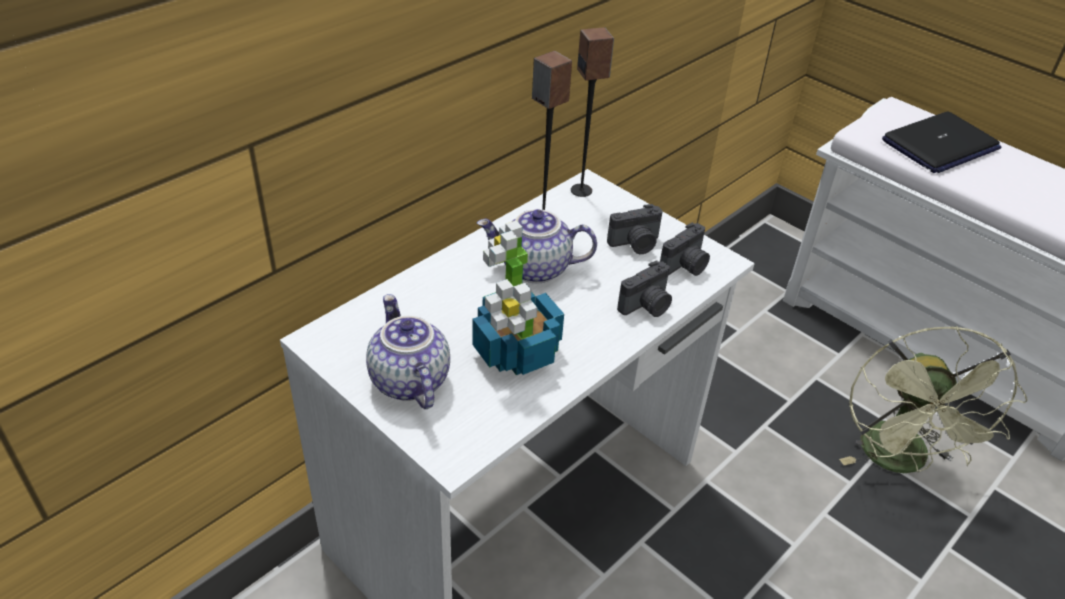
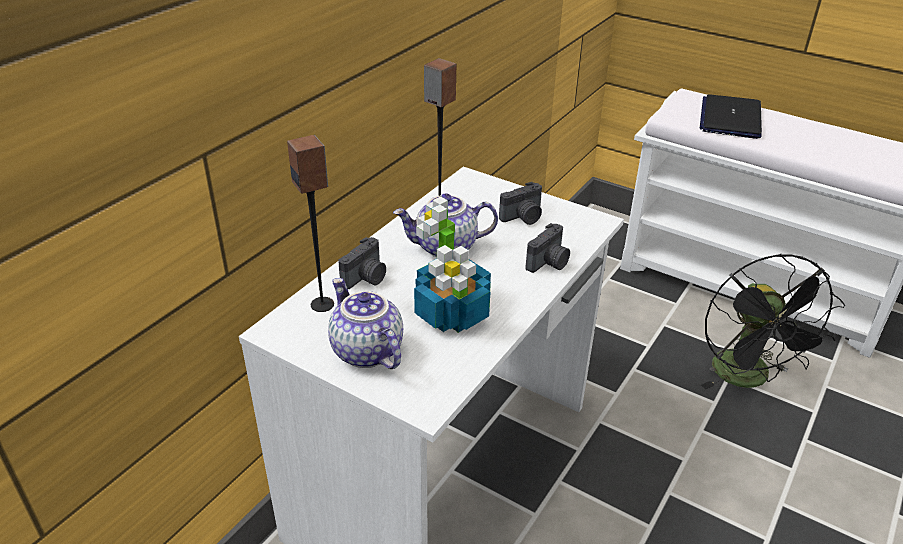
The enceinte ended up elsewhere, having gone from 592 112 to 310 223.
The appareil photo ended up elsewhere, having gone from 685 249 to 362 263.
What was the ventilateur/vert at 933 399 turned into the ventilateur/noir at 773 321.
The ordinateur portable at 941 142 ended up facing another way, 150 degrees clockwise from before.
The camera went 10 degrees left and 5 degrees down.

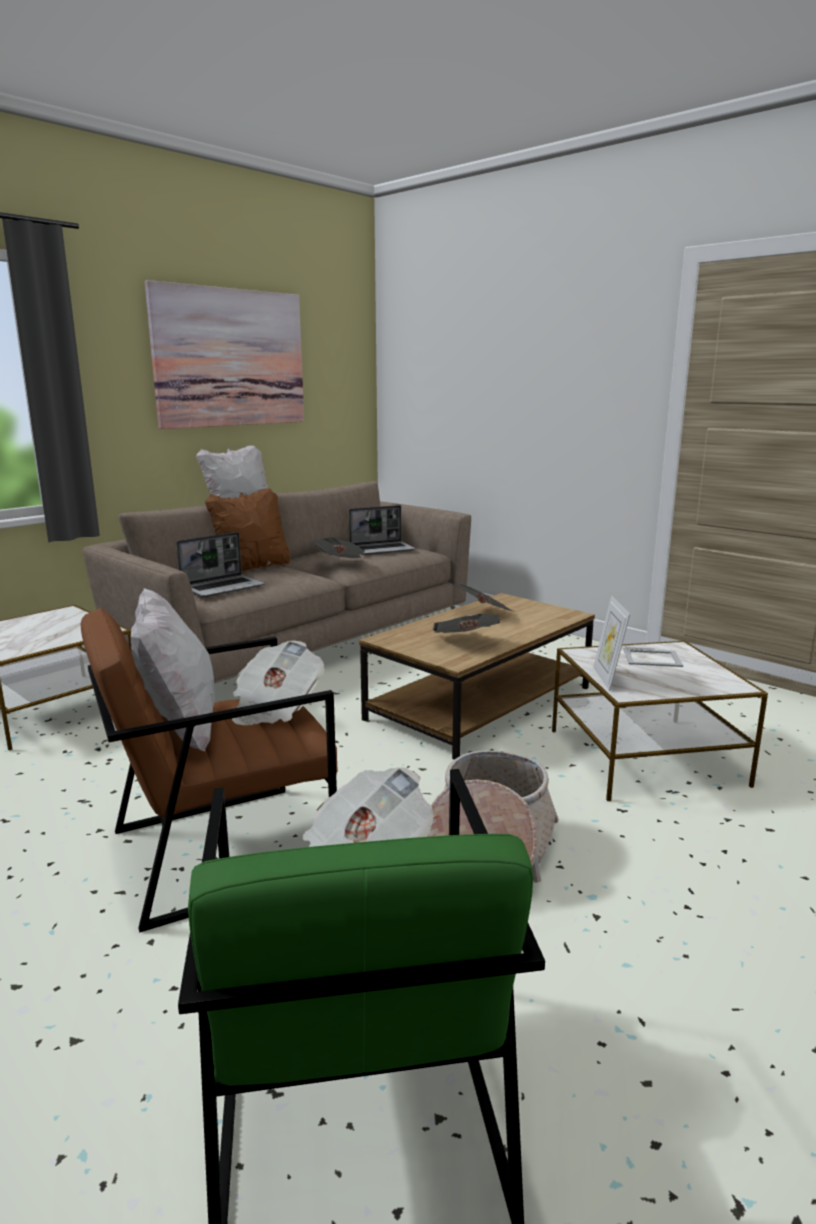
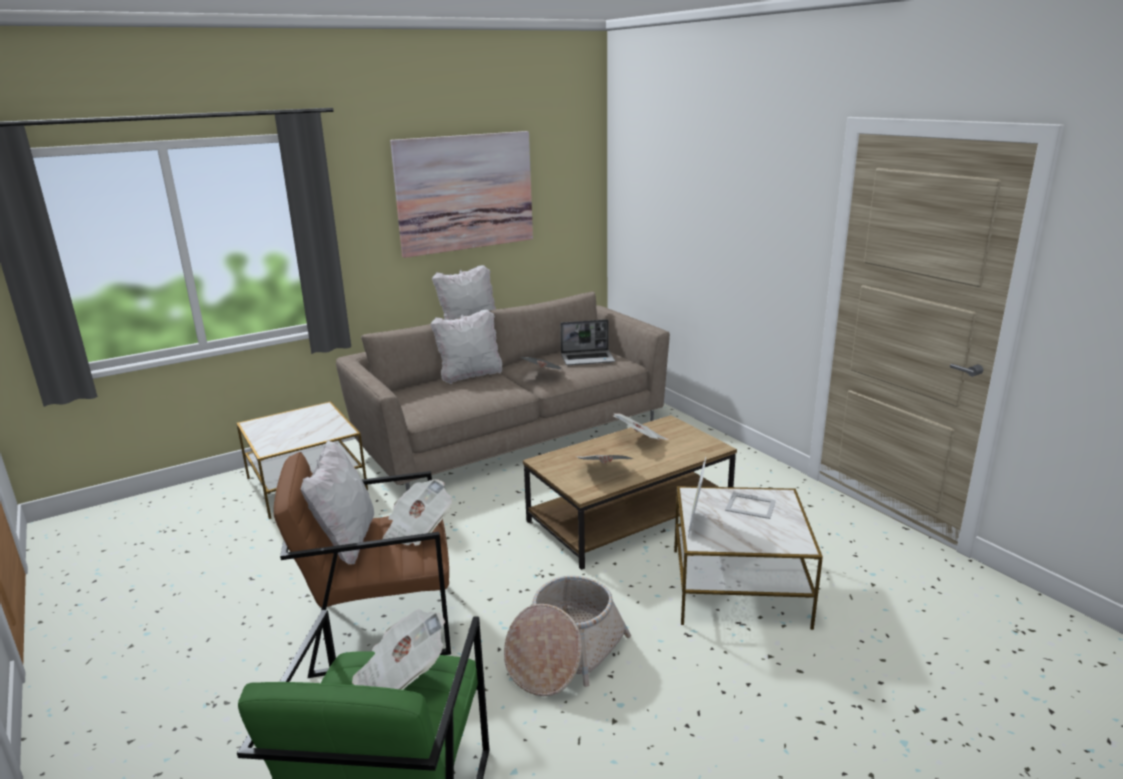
The second view lost the ordinateur portable at 220 564.
What was the coussin/marron at 247 530 turned into the coussin/blanc at 466 346.
The camera went 15 degrees right and 5 degrees up.

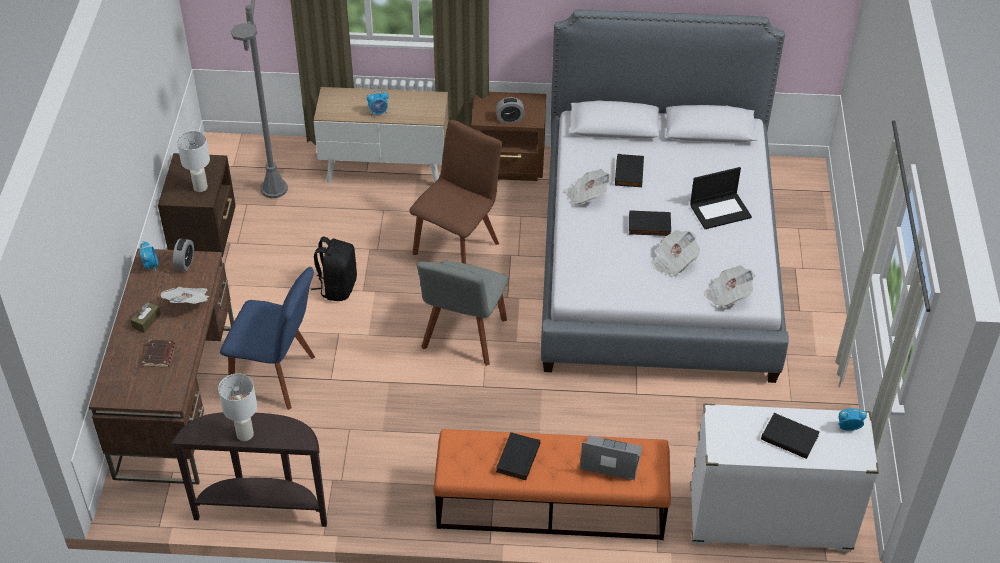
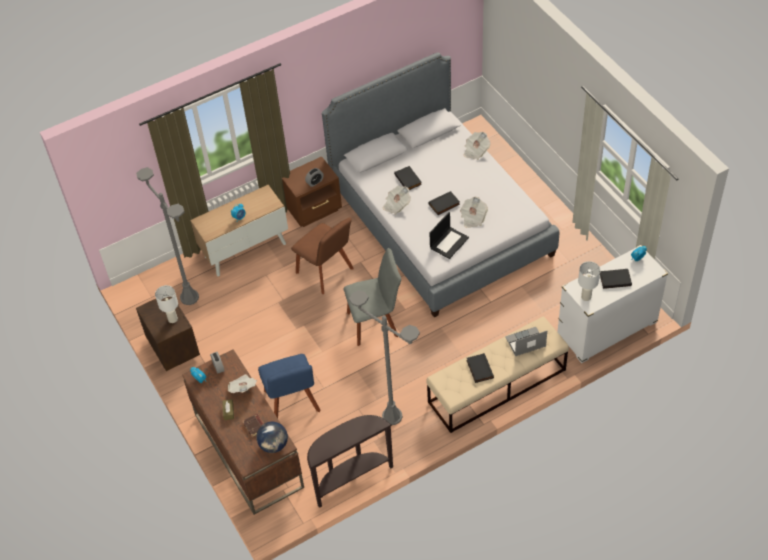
The lampe de table/blanc ended up elsewhere, having gone from 237 407 to 589 281.
The chaise/bleu at 267 338 ended up facing another way, 90 degrees clockwise from before.
The second view lost the sac à dos/noir at 334 269.
The chaise/marron at 456 192 ended up facing another way, 135 degrees clockwise from before.
The chaise/gris at 462 313 ended up facing another way, 90 degrees counterclockwise from before.
What was the banc/orange at 552 484 turned into the banc/beige at 497 374.
The ordinateur portable ended up elsewhere, having gone from 721 198 to 449 235.
The journal ended up elsewhere, having gone from 729 287 to 477 146.
The second view gained the globe at 272 437.
The second view gained the lampadaire/gris at 384 357.
The camera went 30 degrees left and 5 degrees up.

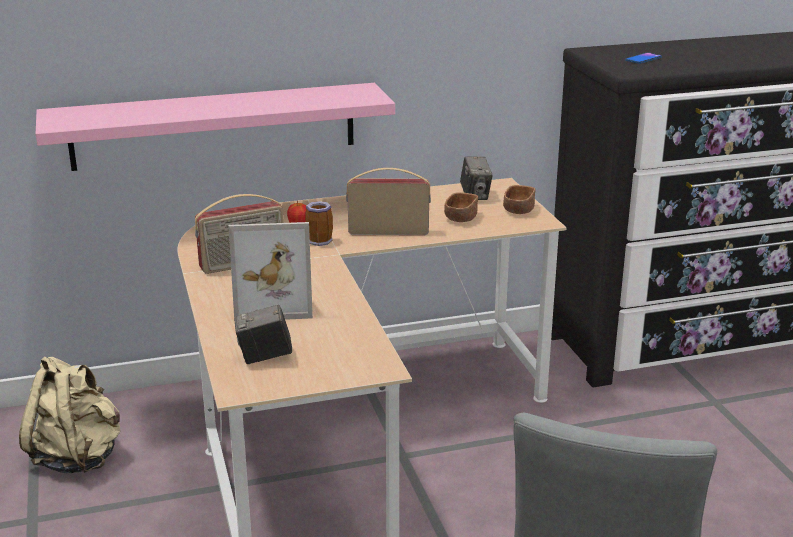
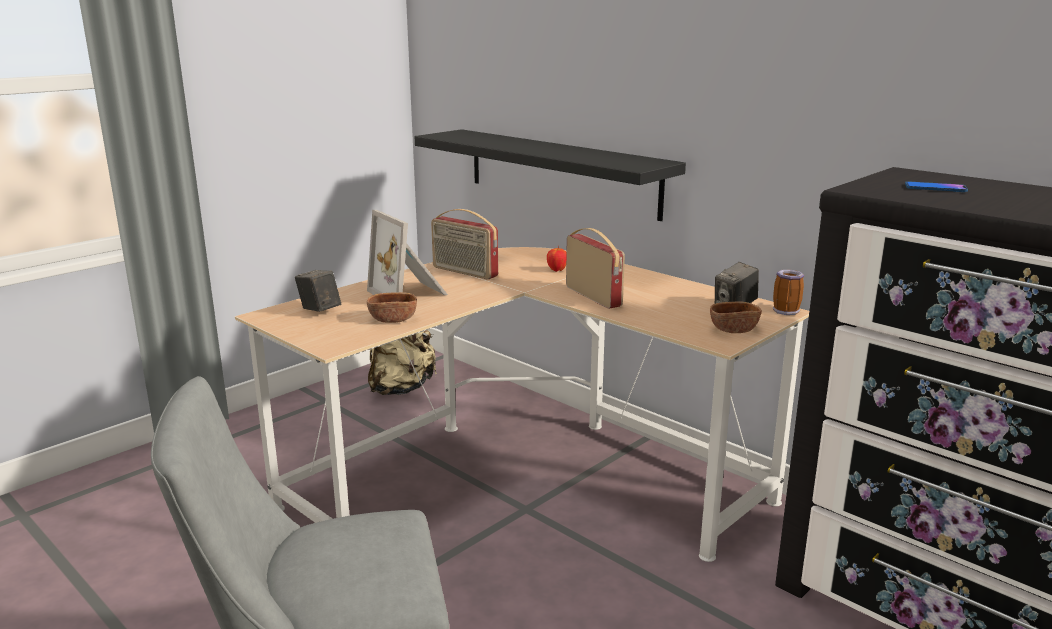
What was the étagère/rose at 215 127 turned into the étagère/noir at 550 175.
The mug ended up elsewhere, having gone from 319 223 to 788 292.
The bol/marron ended up elsewhere, having gone from 461 207 to 392 307.
The camera went 60 degrees right and 5 degrees down.

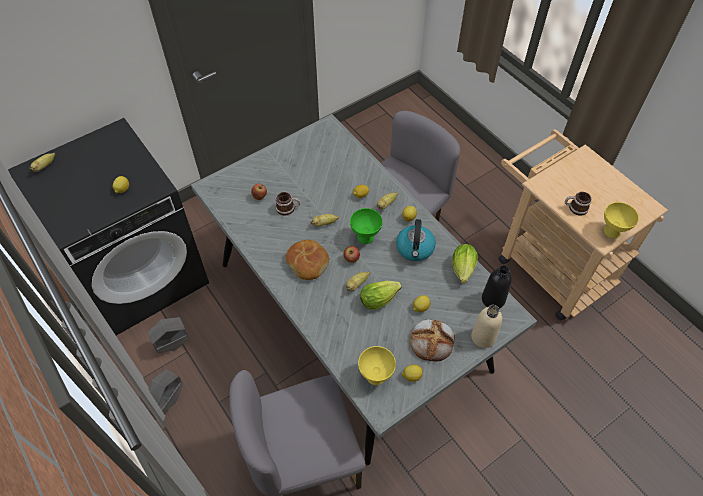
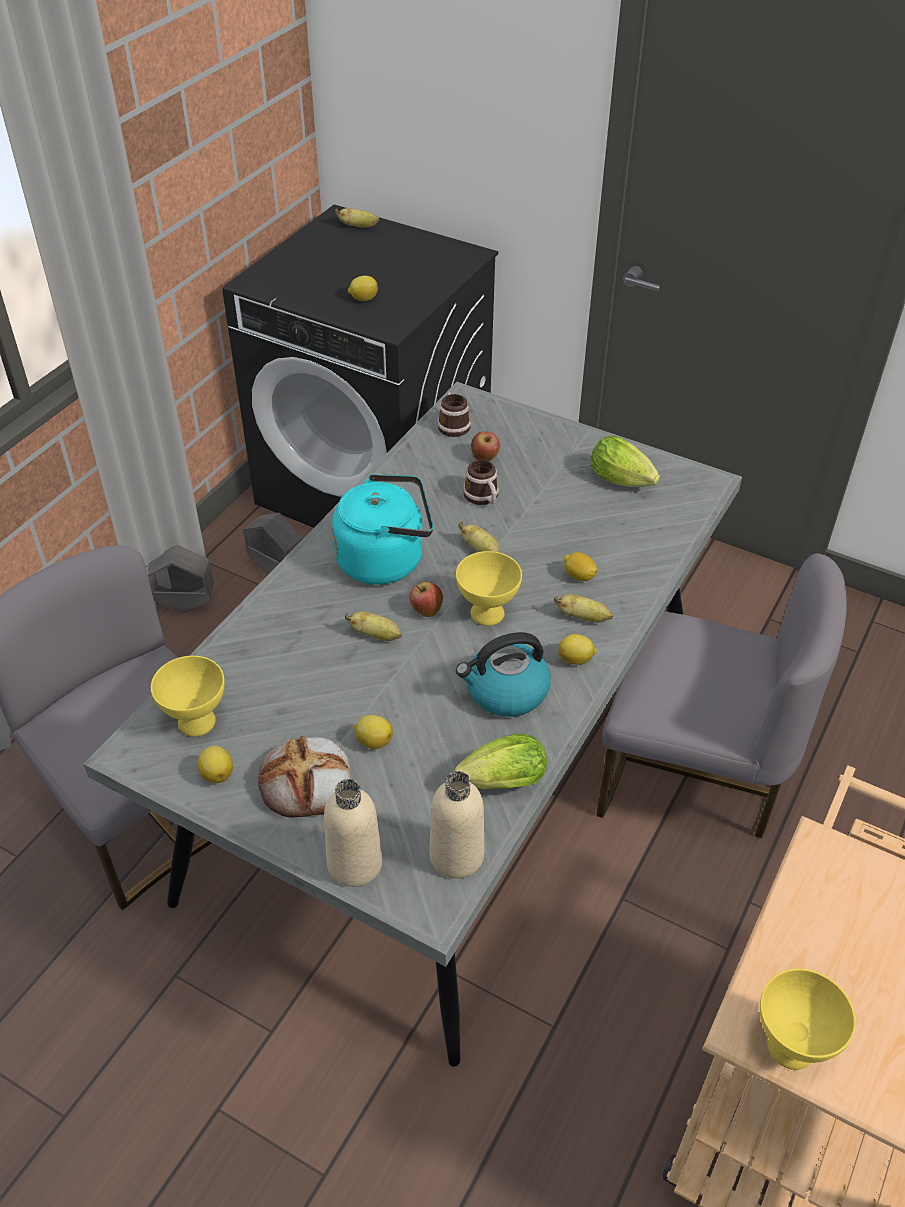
Where the pain stood at 307 260, the bouilloire/turquoise came to stand at 382 529.
What was the bol/vert at 366 226 turned into the bol/jaune at 489 588.
The laitue ended up elsewhere, having gone from 380 295 to 625 461.
What was the bouteille/noir at 497 287 turned into the bouteille/beige at 456 825.
The mug ended up elsewhere, having gone from 578 204 to 454 414.
The camera went 65 degrees right and 10 degrees down.

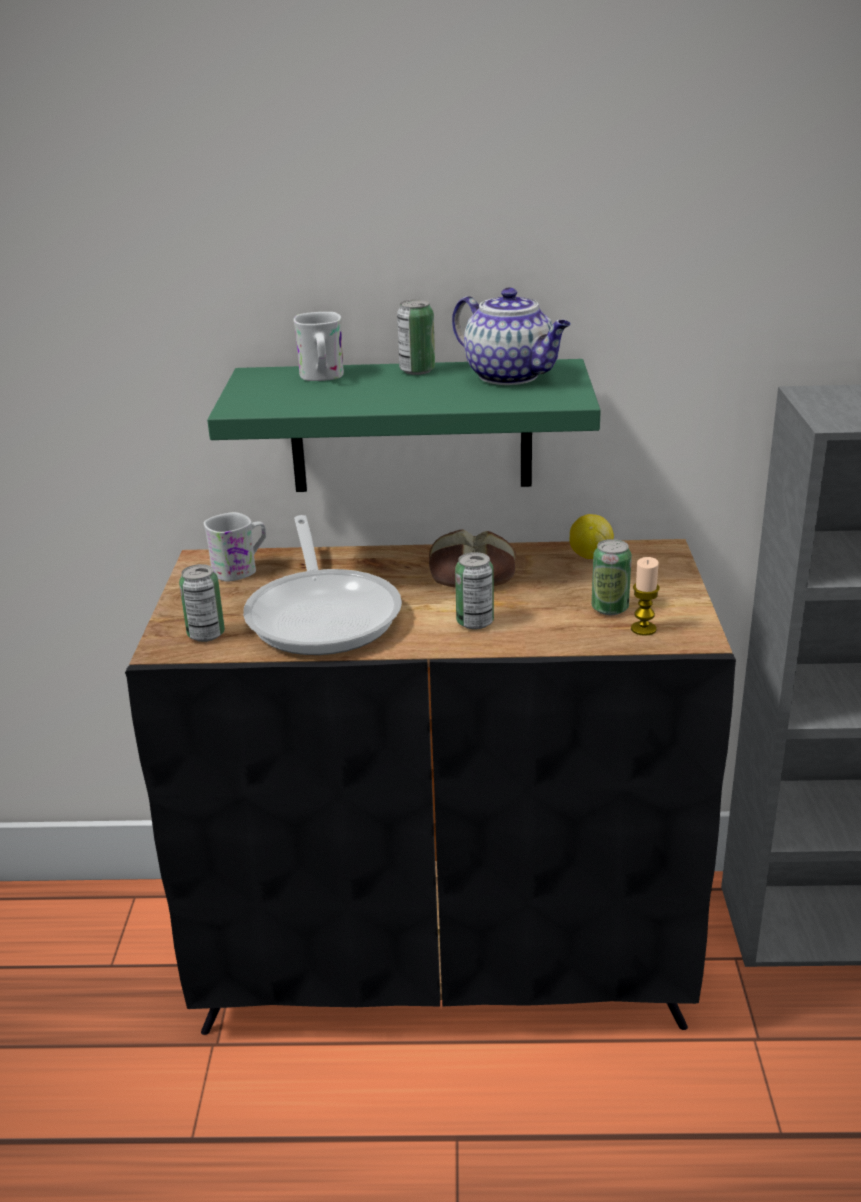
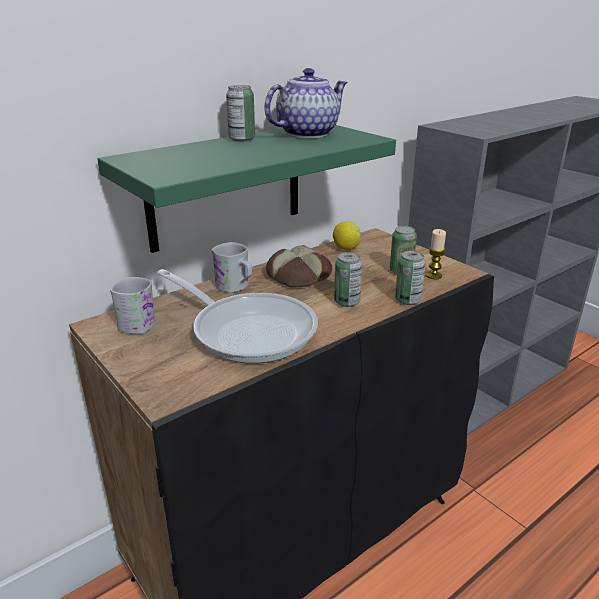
The boîte métallique ended up elsewhere, having gone from 202 603 to 410 278.
The mug/blanc ended up elsewhere, having gone from 319 346 to 232 267.
The théière at 511 336 ended up facing another way, 45 degrees counterclockwise from before.
The camera went 40 degrees left and 0 degrees up.

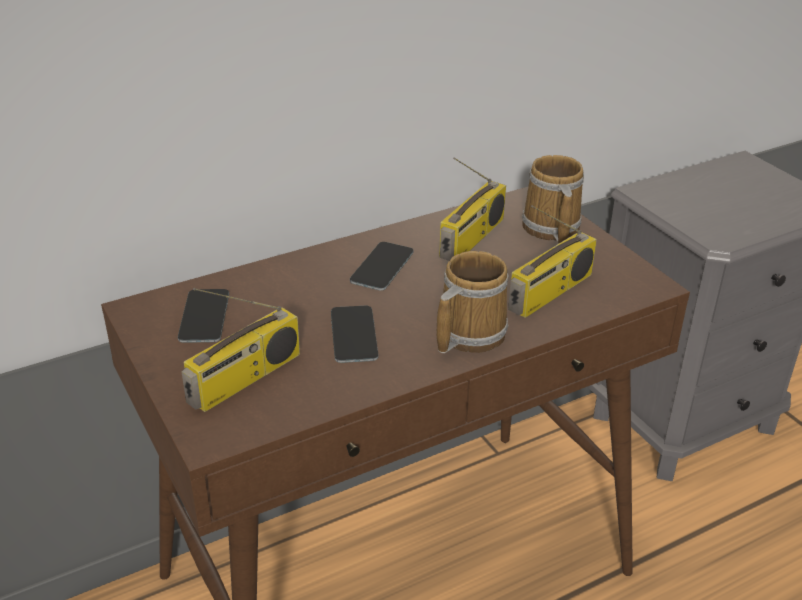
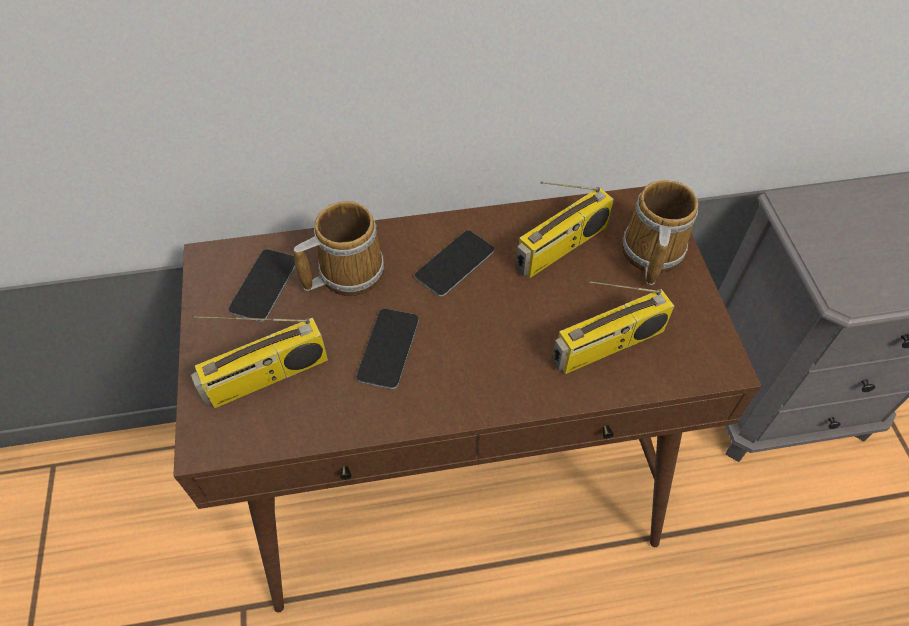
The mug ended up elsewhere, having gone from 473 302 to 339 248.
The camera went 20 degrees right and 20 degrees up.

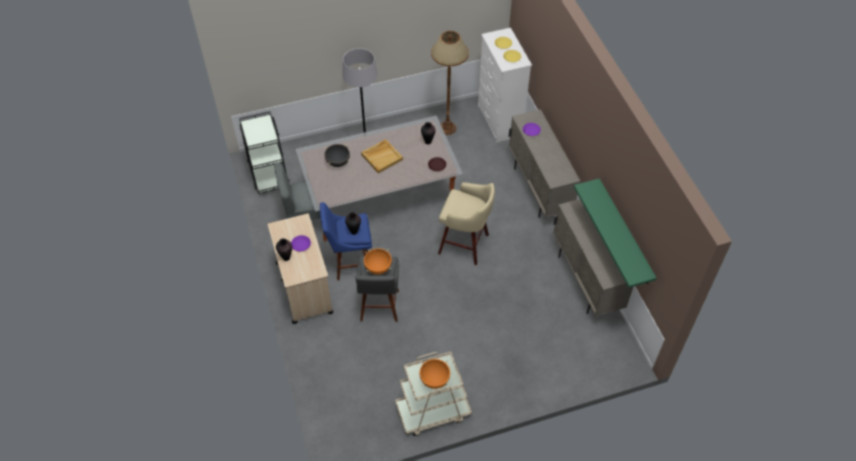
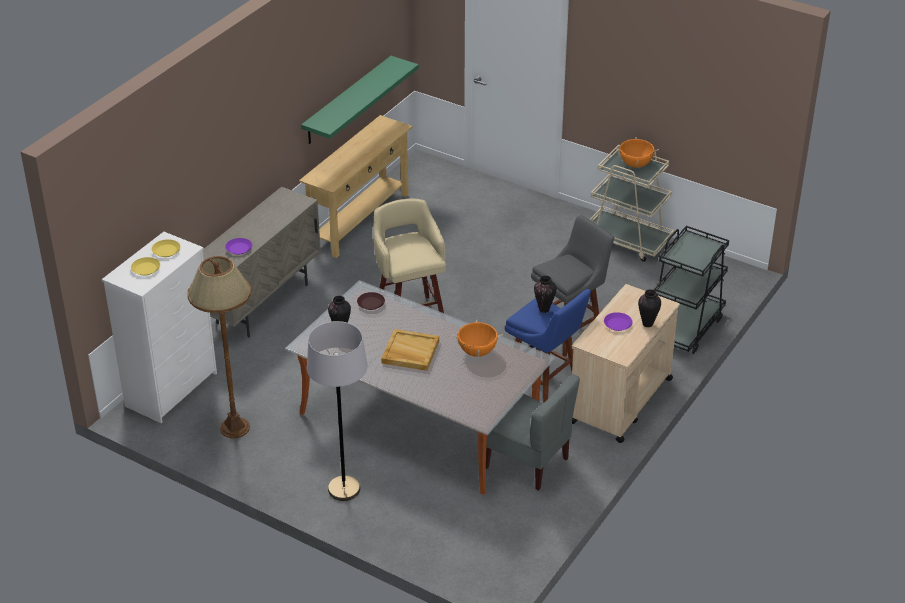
The chariot/noir ended up elsewhere, having gone from 264 152 to 691 290.
The second view lost the marmite/noir at 337 155.
The marmite/orange ended up elsewhere, having gone from 378 262 to 478 338.
Where the meuble de rangement/beige stood at 593 257, the table console/beige came to stand at 356 186.
The camera went 130 degrees left and 15 degrees down.

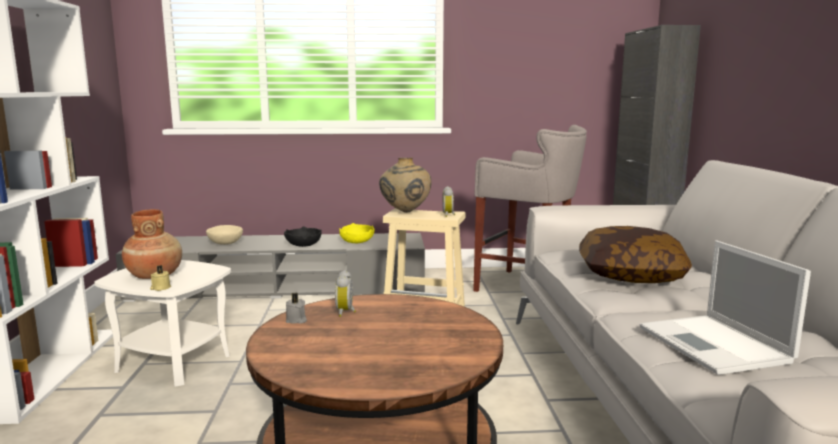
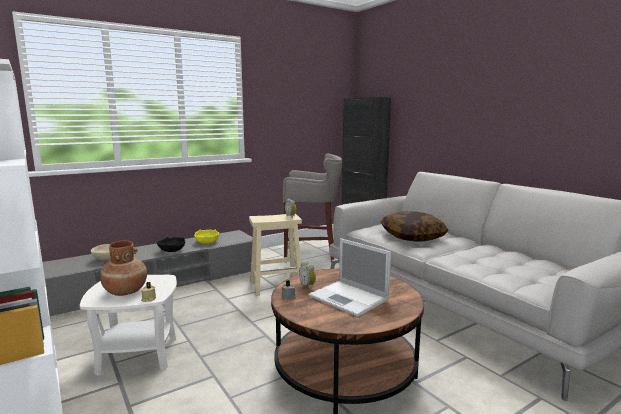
The second view lost the vase/beige at 405 185.
The ordinateur portable ended up elsewhere, having gone from 725 307 to 349 277.
The camera went 30 degrees left and 0 degrees up.

